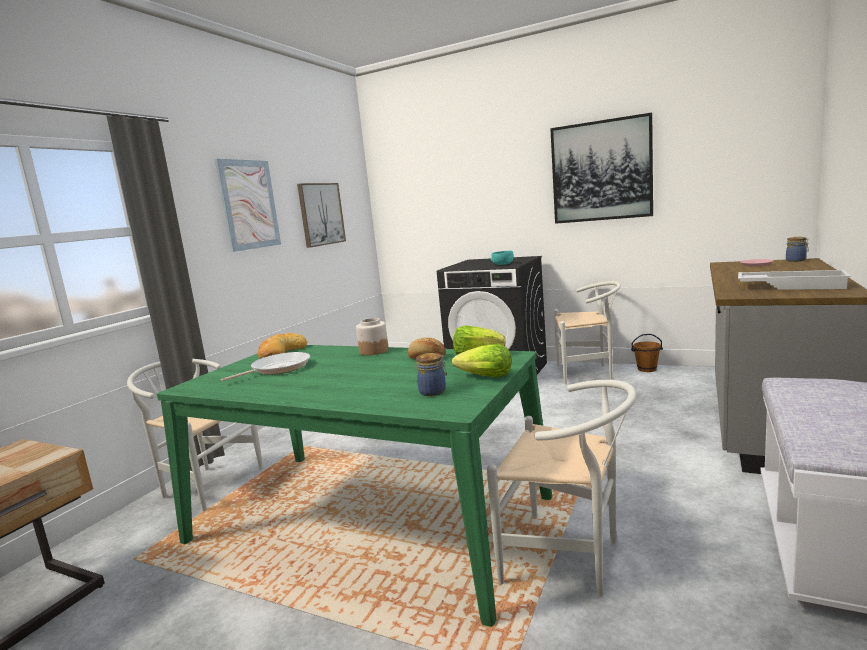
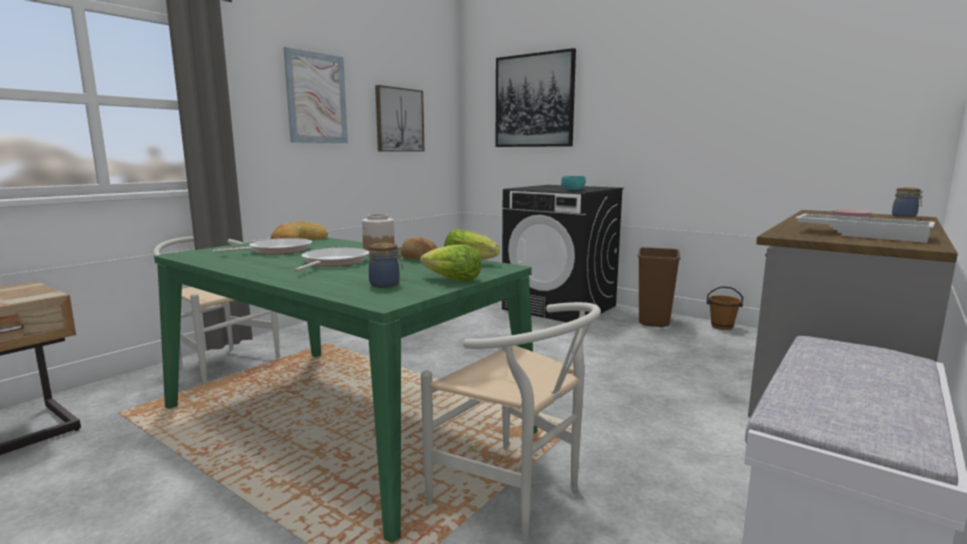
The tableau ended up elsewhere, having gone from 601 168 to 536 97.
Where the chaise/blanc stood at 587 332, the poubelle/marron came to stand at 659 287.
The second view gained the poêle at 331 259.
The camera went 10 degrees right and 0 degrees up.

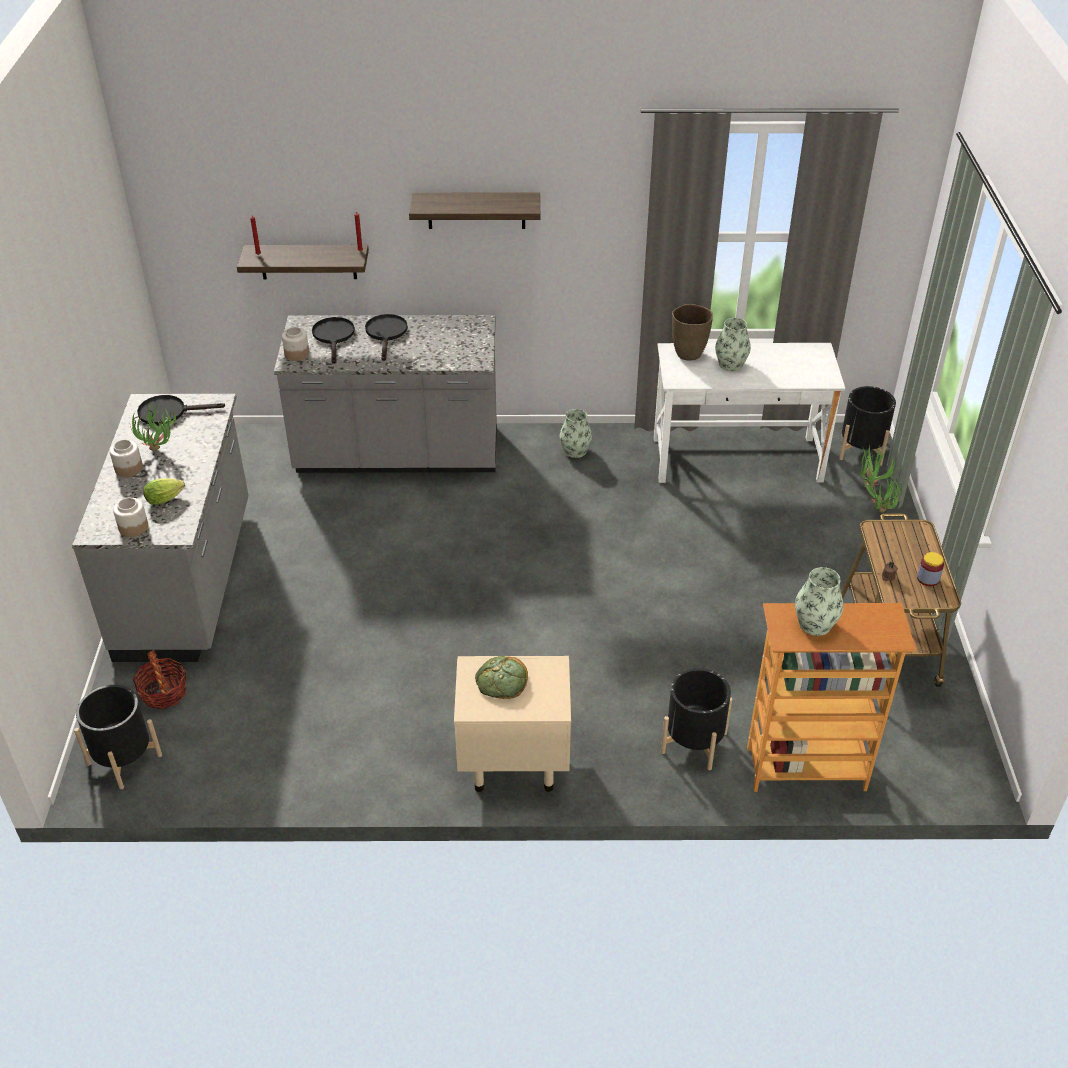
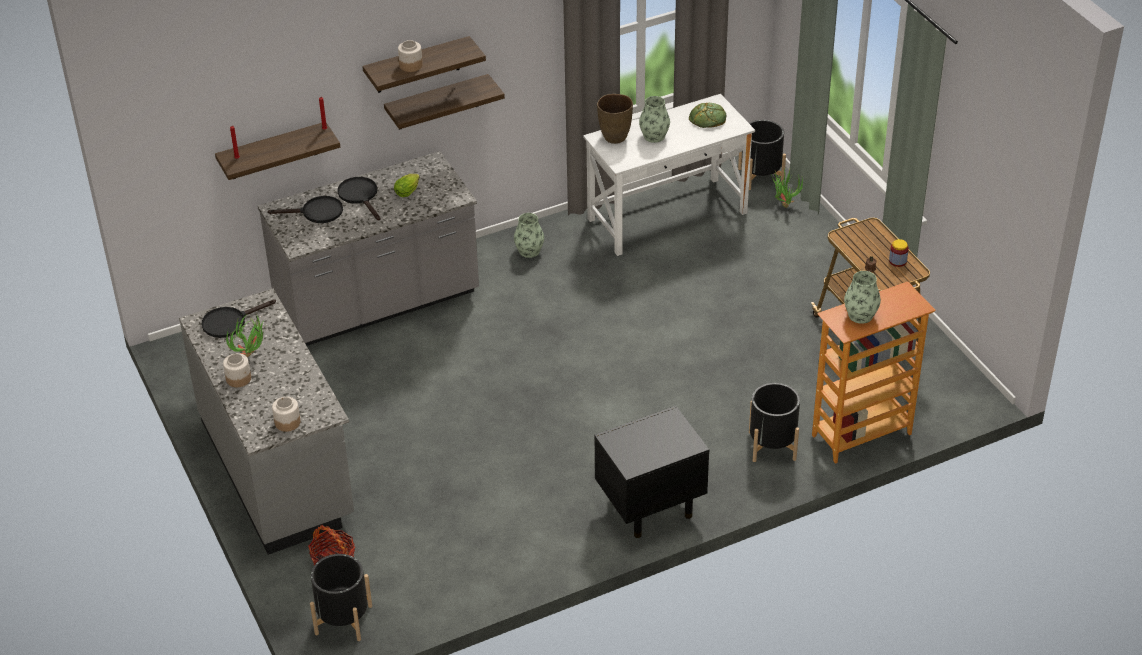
The laitue ended up elsewhere, having gone from 164 491 to 407 185.
The bocal ended up elsewhere, having gone from 295 344 to 410 56.
The poêle/noir at 333 340 ended up facing another way, 120 degrees clockwise from before.
What was the table de chevet/beige at 512 724 turned into the table de chevet/noir at 652 472.
The pain ended up elsewhere, having gone from 501 677 to 707 115.
The second view lost the plante en pot at 883 493.
The second view gained the étagère at 444 102.
The camera went 25 degrees left and 0 degrees up.

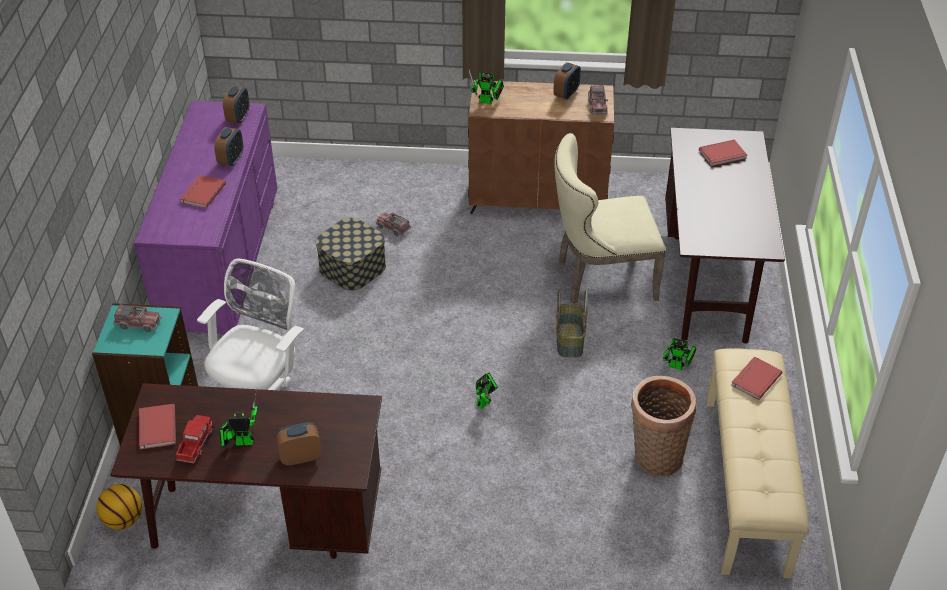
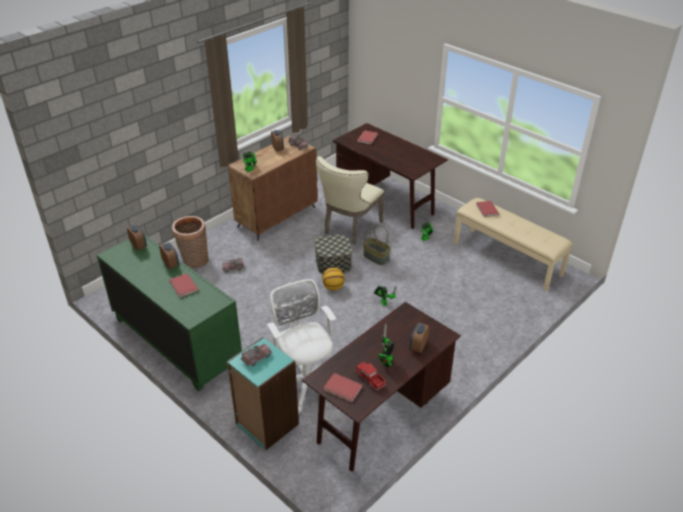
The ballon de basket ended up elsewhere, having gone from 119 507 to 333 279.
What was the commode/violet at 205 218 turned into the commode/vert at 169 312.
The boîte de rangement ended up elsewhere, having gone from 351 254 to 333 254.
The panier ended up elsewhere, having gone from 663 426 to 190 242.
The camera went 50 degrees left and 5 degrees down.

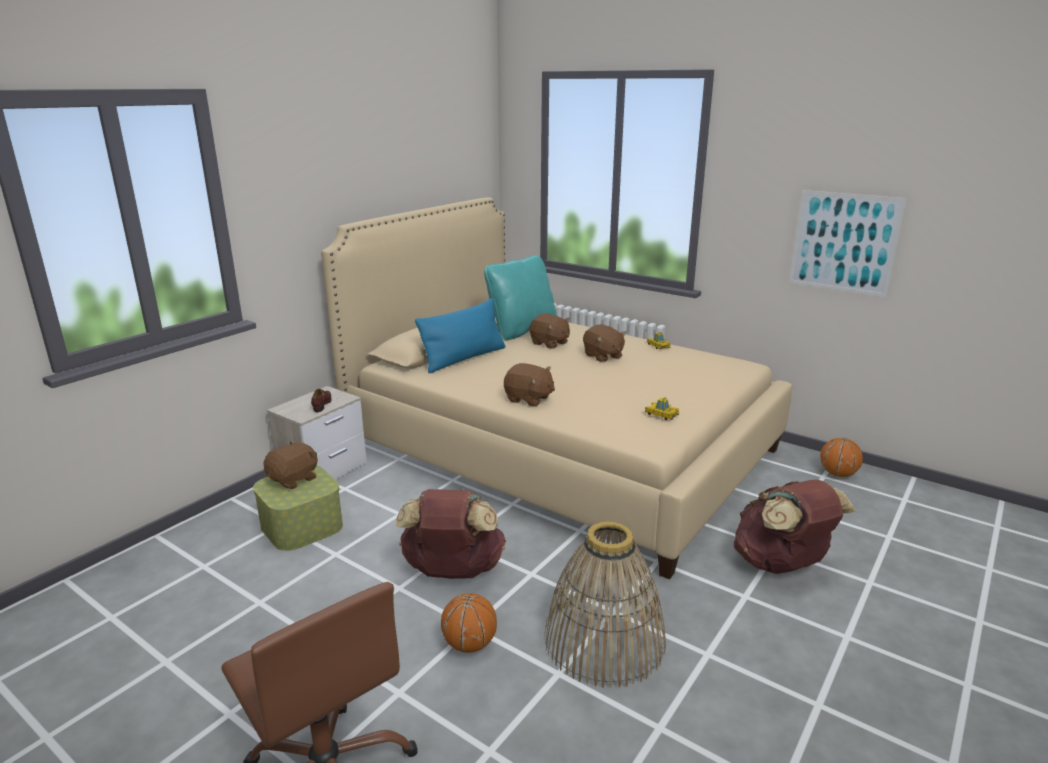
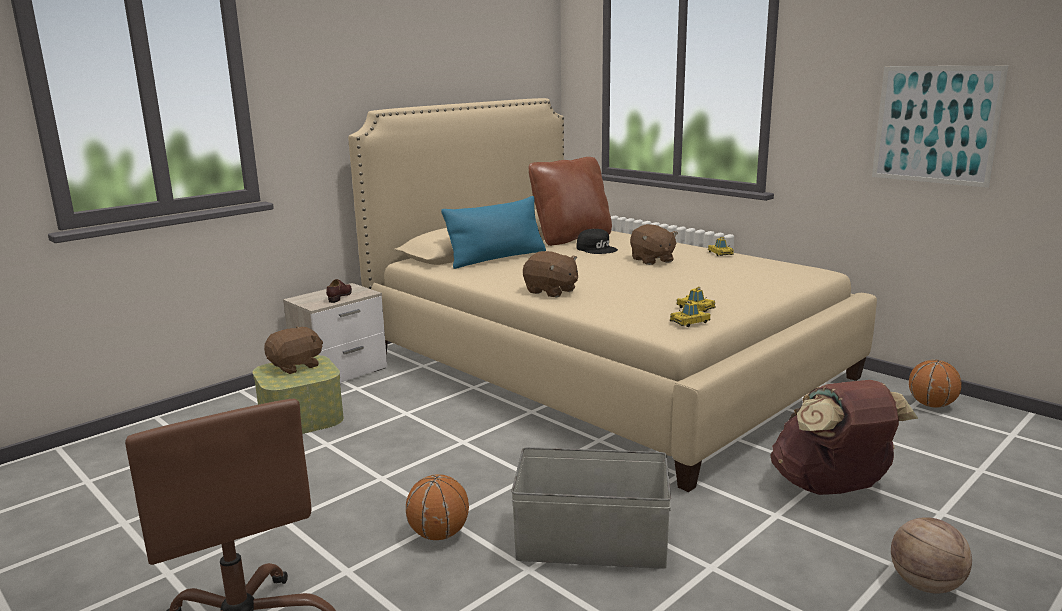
The second view lost the sac à dos/marron at 451 534.
What was the coussin/turquoise at 520 298 turned into the coussin/marron at 570 201.
Where the peluche/marron stood at 549 331, the casquette/noir came to stand at 597 241.
Where the panier stood at 605 605, the boîte de rangement/gris came to stand at 591 508.
The second view gained the petite voiture at 690 313.
The second view gained the ballon de basket at 931 555.
The camera went 10 degrees right and 5 degrees down.

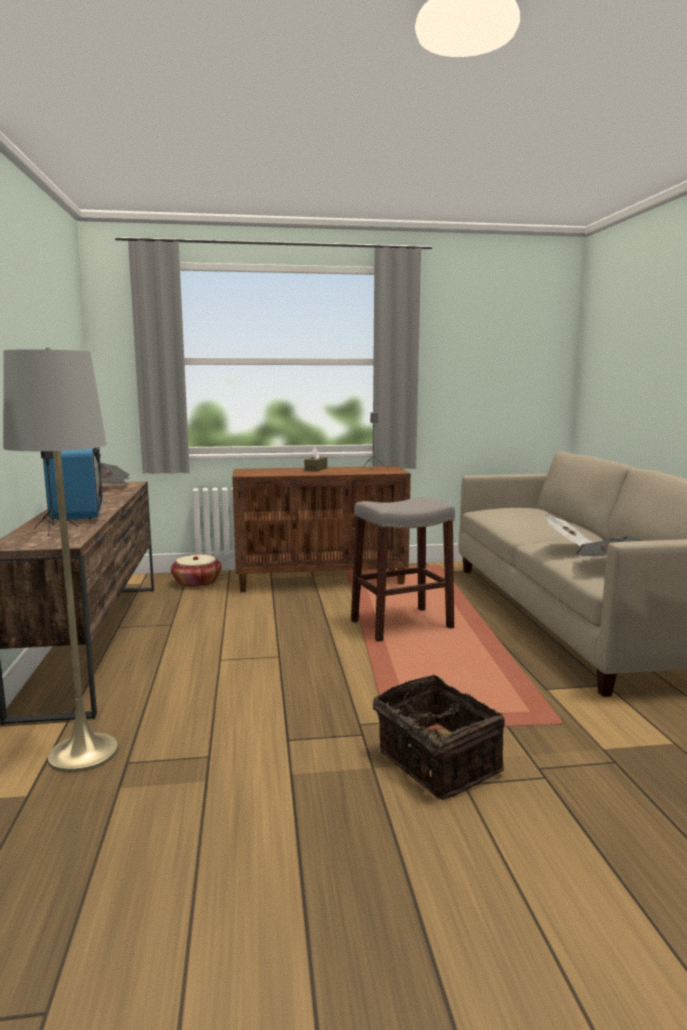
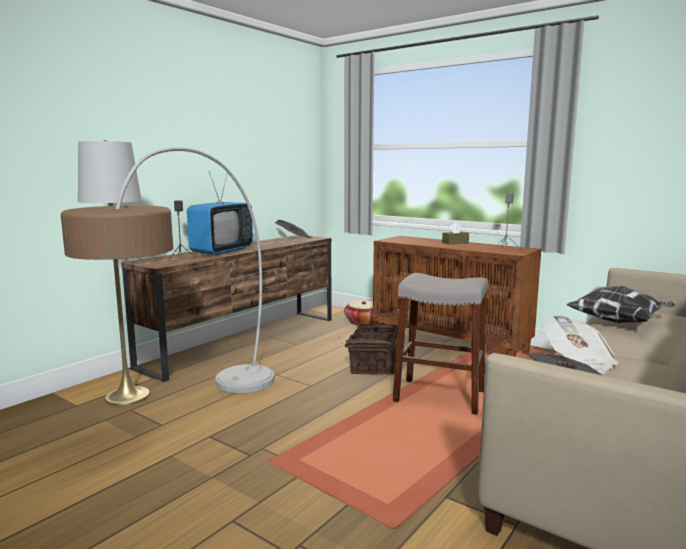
The panier ended up elsewhere, having gone from 439 737 to 366 348.
The second view gained the lampadaire at 167 270.
The second view gained the coussin at 620 304.
The camera went 45 degrees right and 0 degrees up.

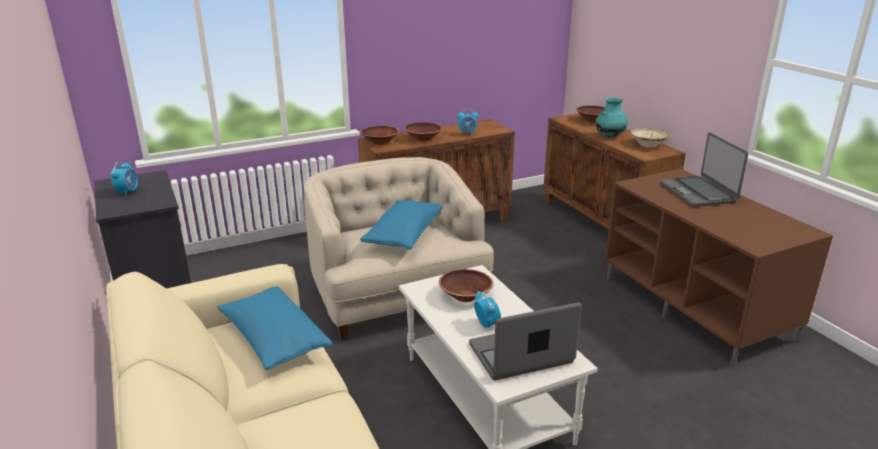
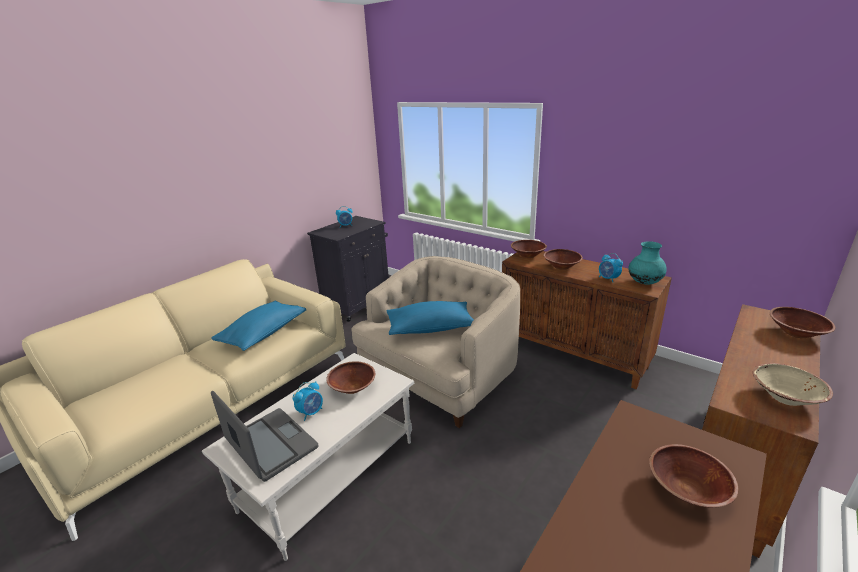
The vase/turquoise ended up elsewhere, having gone from 611 117 to 647 263.
Where the ordinateur portable stood at 704 169, the bol/marron came to stand at 693 476.
The camera went 65 degrees right and 0 degrees up.

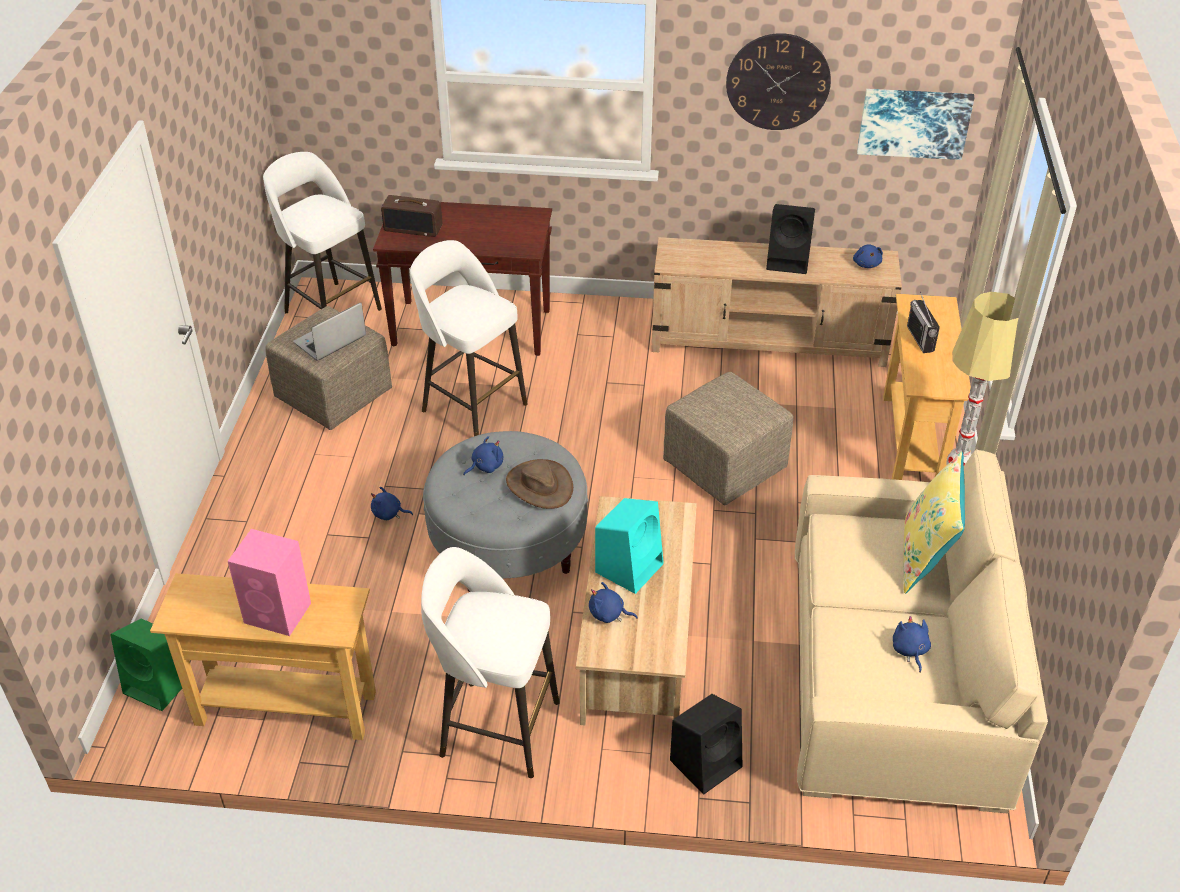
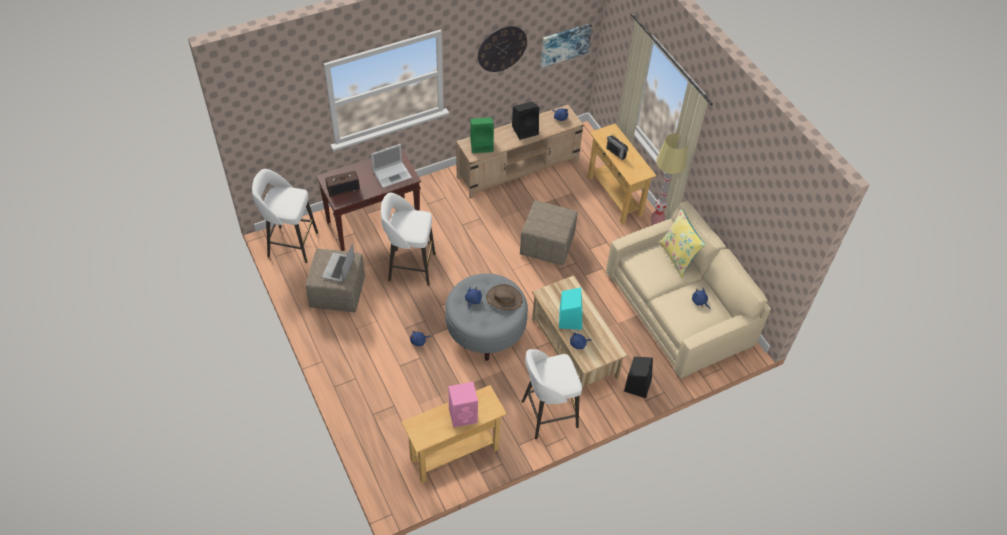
The enceinte/vert ended up elsewhere, having gone from 146 665 to 482 135.
The second view gained the ordinateur portable at 391 166.
The camera went 35 degrees left and 10 degrees up.

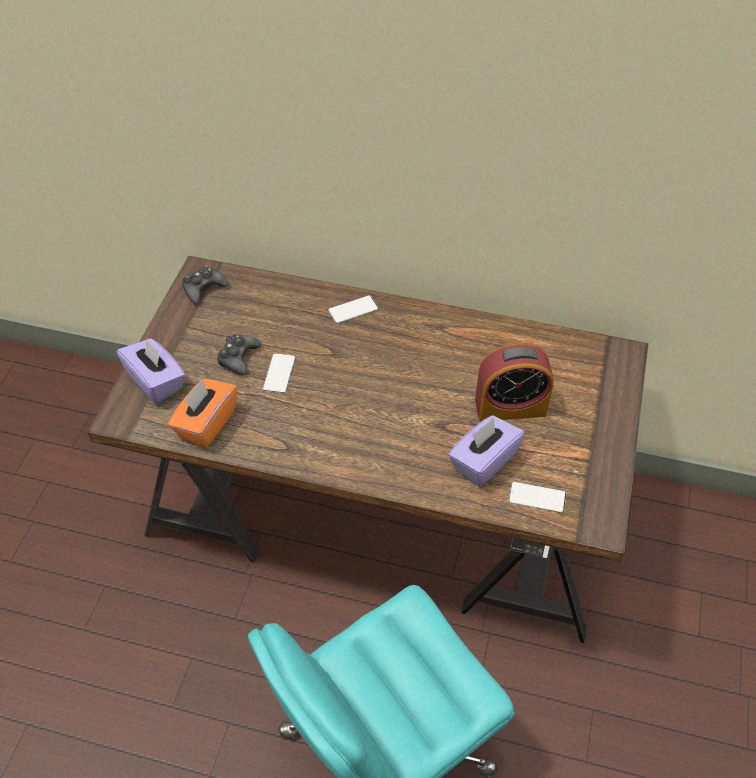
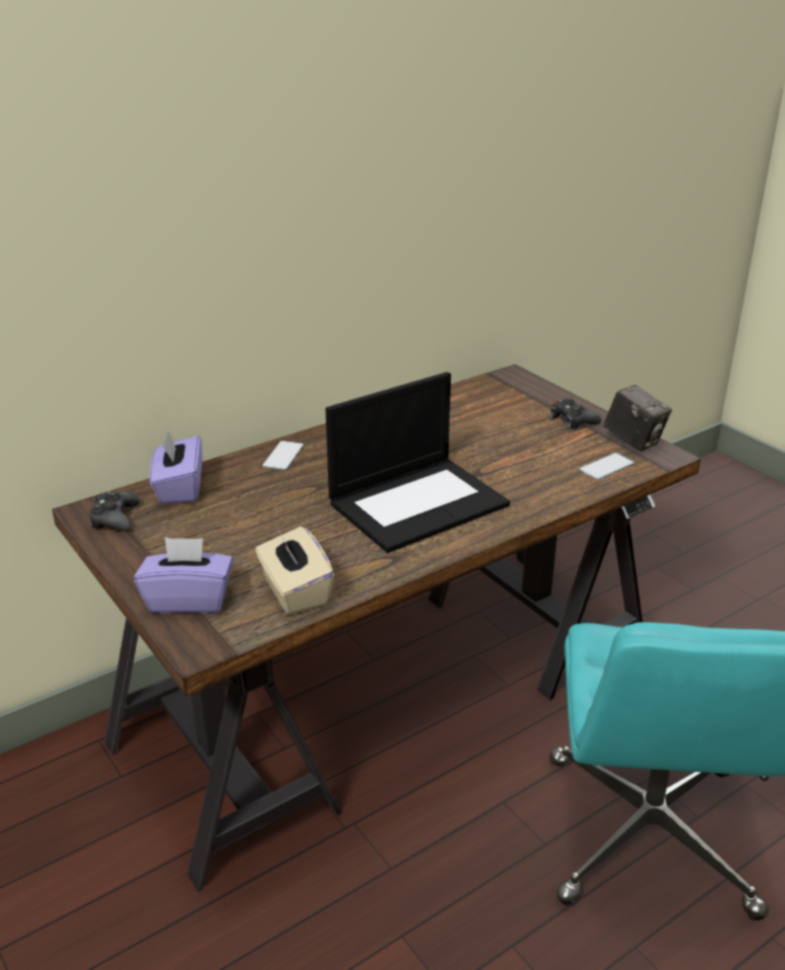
What was the boîte à mouchoirs/orange at 202 413 turned into the boîte à mouchoirs/beige at 294 570.
The manette/noir ended up elsewhere, having gone from 239 355 to 575 413.
The second view lost the téléphone at 279 373.
The boîte à mouchoirs/violet ended up elsewhere, having gone from 486 451 to 175 467.
The second view lost the réveil at 514 382.
The second view gained the ordinateur portable at 417 462.
The second view gained the appareil photo at 637 418.
The camera went 50 degrees left and 20 degrees down.

